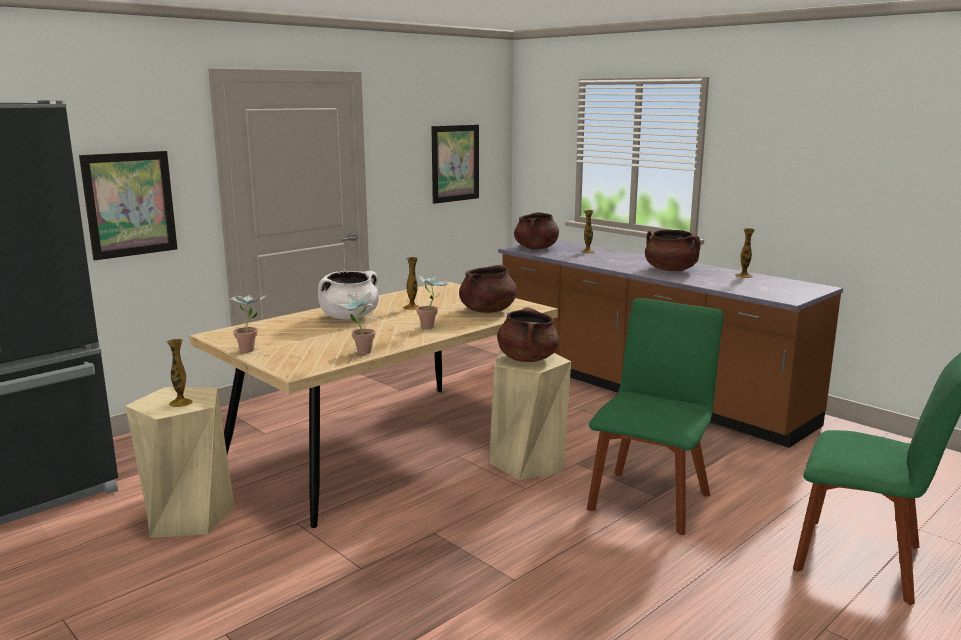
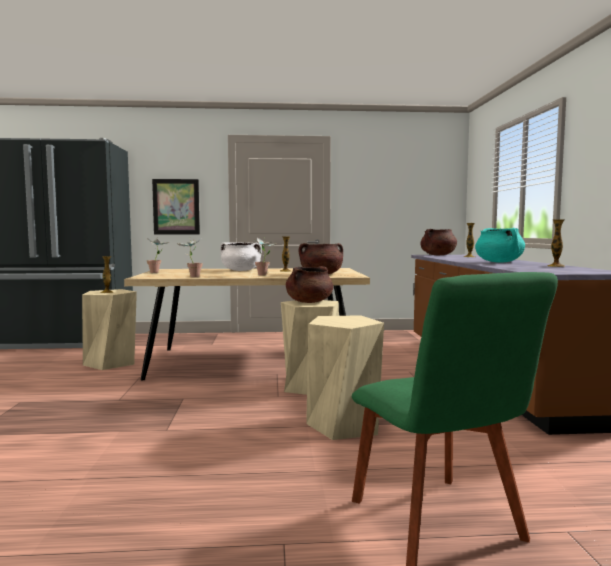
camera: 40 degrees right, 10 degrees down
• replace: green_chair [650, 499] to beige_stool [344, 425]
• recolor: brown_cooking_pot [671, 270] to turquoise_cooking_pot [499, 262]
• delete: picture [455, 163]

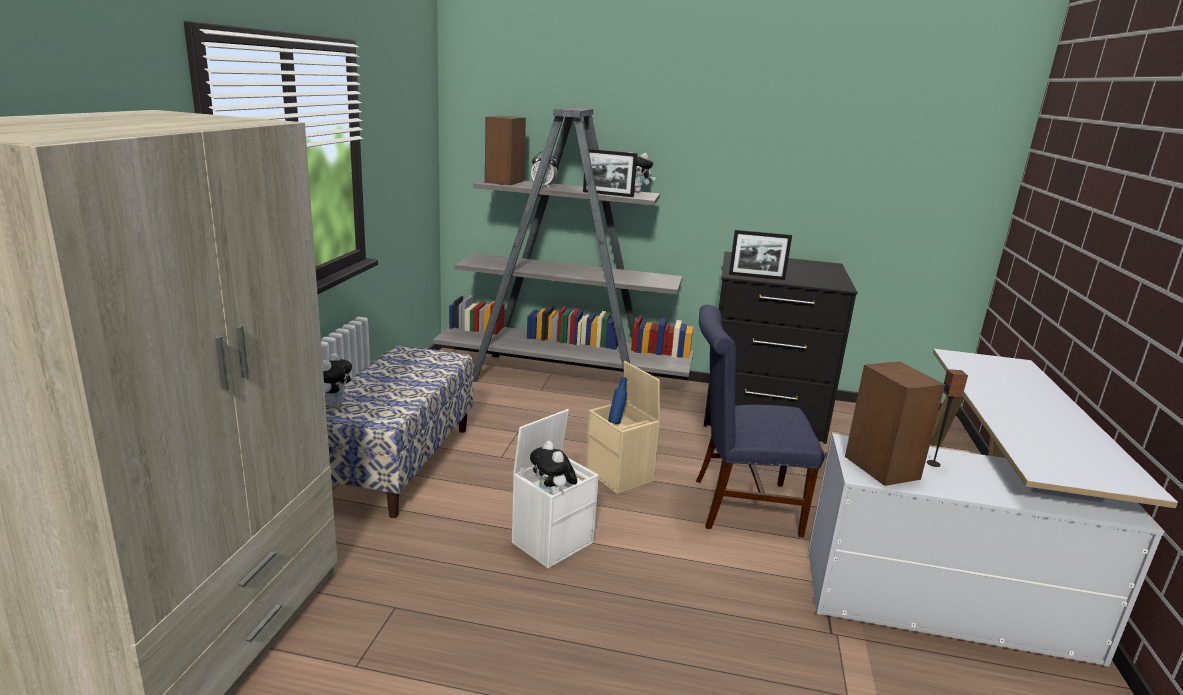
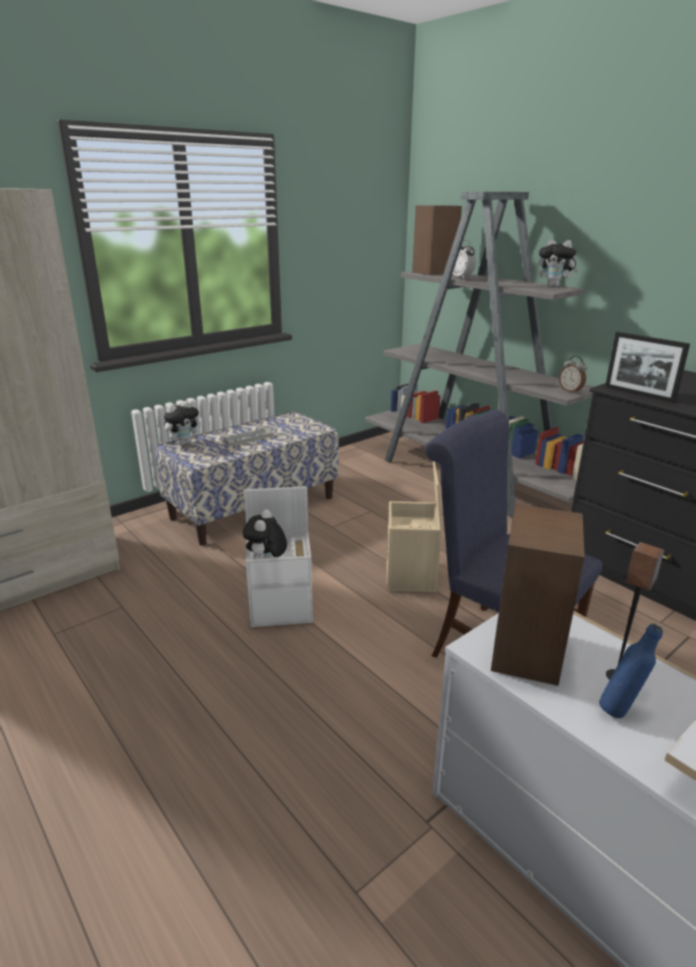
camera: 40 degrees right, 5 degrees up
• insert: grey_tray [247, 439]
• insert: alarm_clock [570, 391]
• move: blue_bottle [616, 422] to [620, 709]
• delete: picture_frame [608, 194]

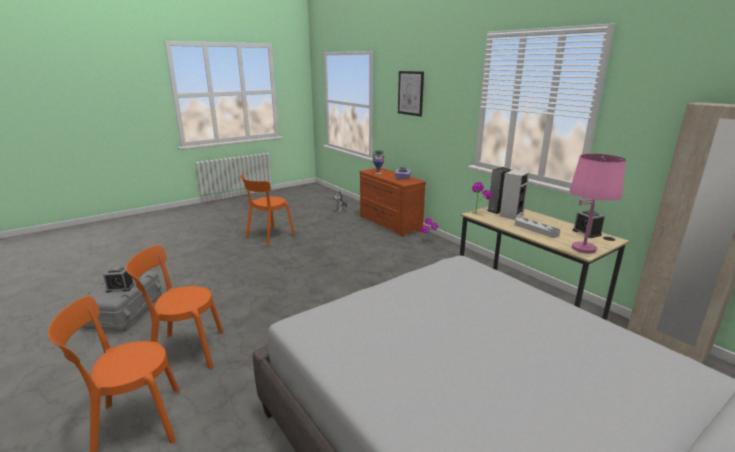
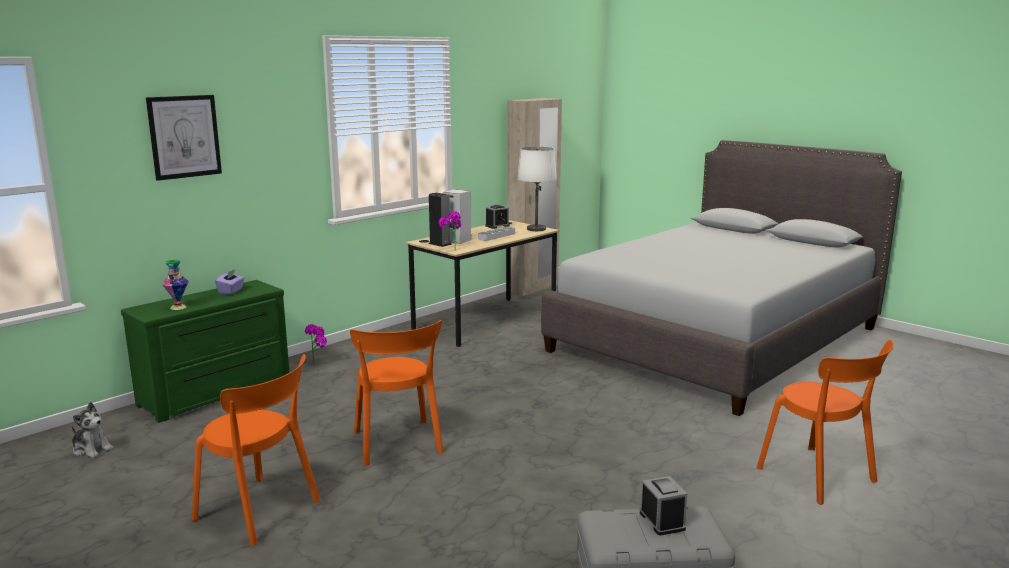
camera: 100 degrees left, 5 degrees down
• recolor: brown_dresser [388, 223] to green_dresser [217, 393]
• move: orange_chair [184, 351] to [398, 445]
• recolor: pink_table_lamp [583, 248] to white_table_lamp [536, 229]

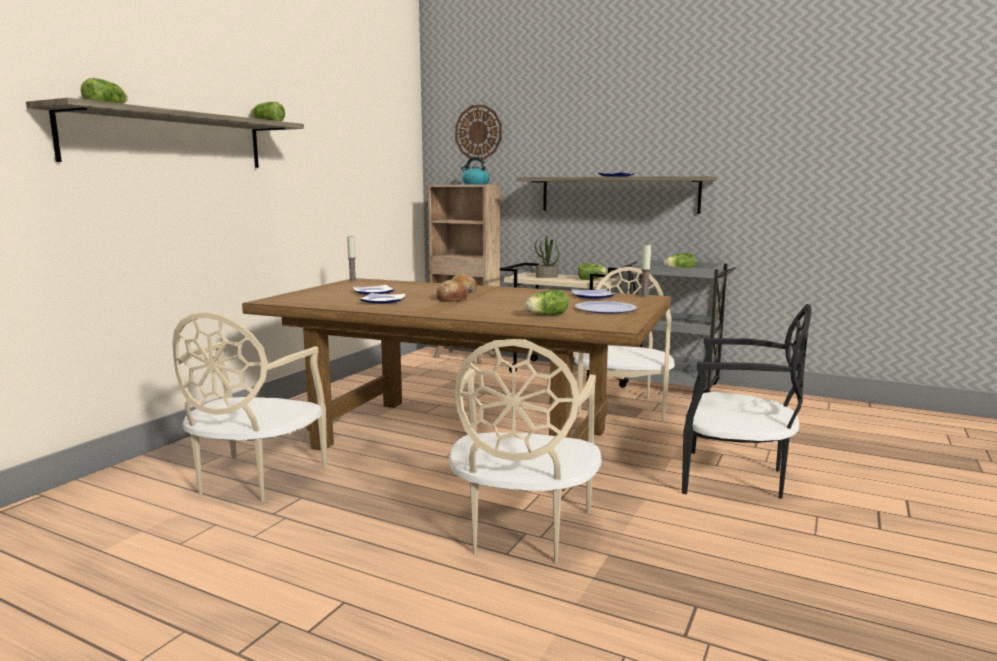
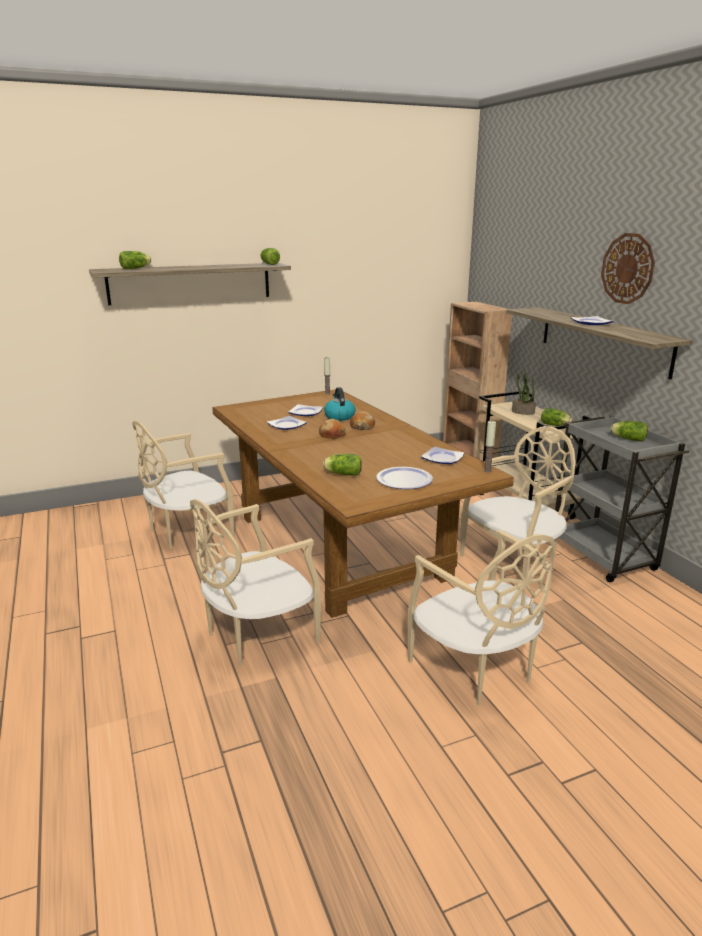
camera: 40 degrees right, 10 degrees up
• move: kettle [475, 184] to [339, 416]
• recolor: black_chair [735, 478] to beige_chair [476, 669]
• move: wall_clock [478, 132] to [628, 268]

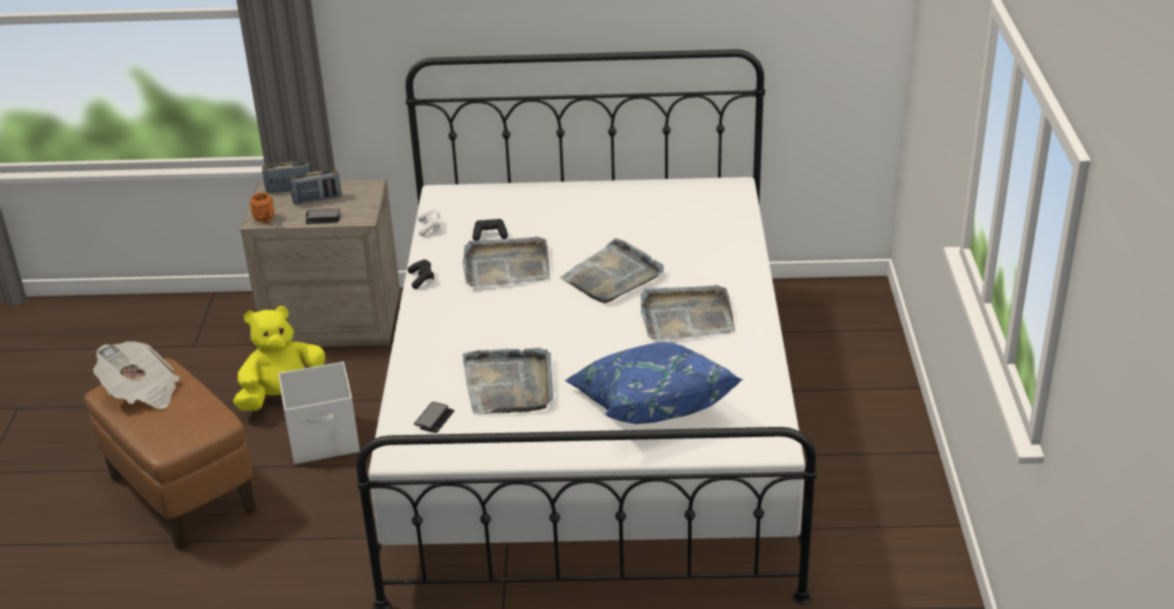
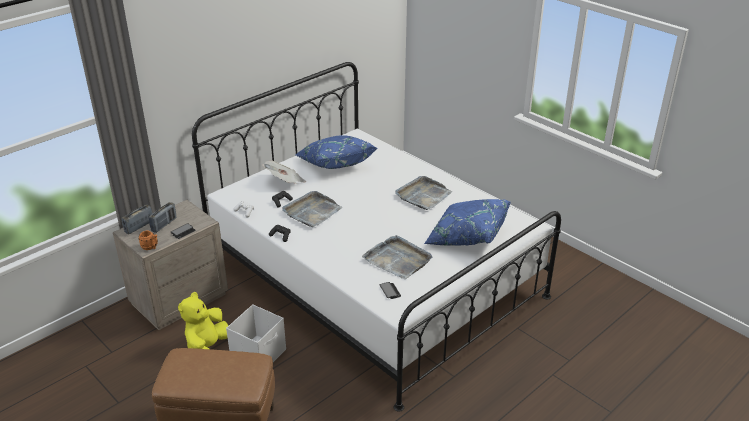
camera: 45 degrees left, 0 degrees up
• move: newspaper [141, 392] to [285, 182]
• insert: blue_pillow [335, 164]
• delete: grey_tray [613, 276]

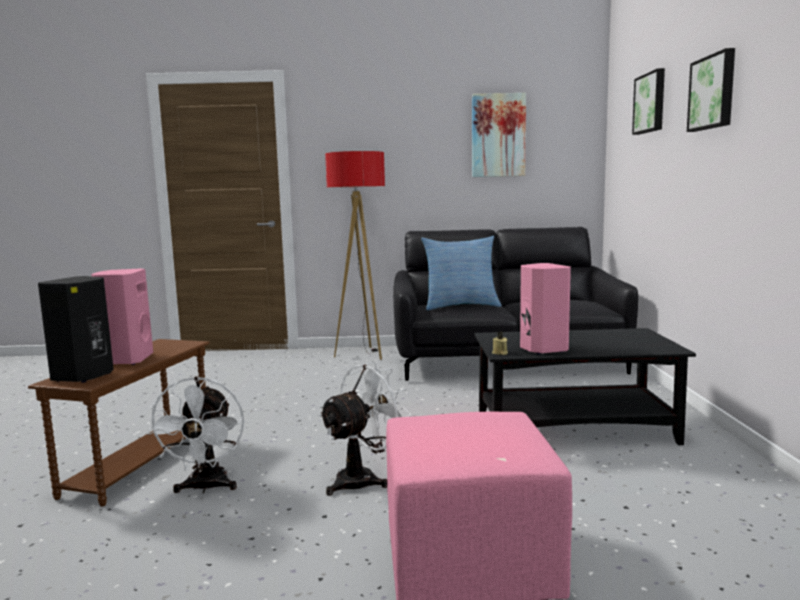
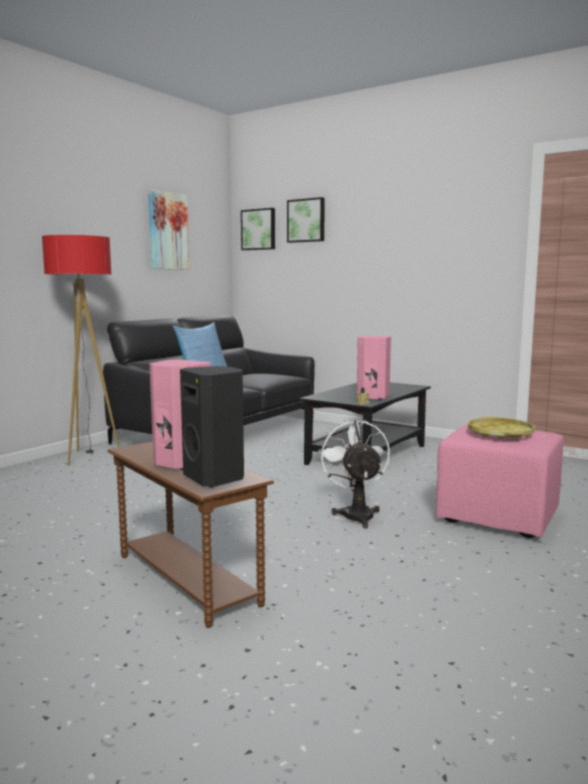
camera: 55 degrees left, 0 degrees up
• move: picture [713, 92] to [259, 229]
• insert: yellow_tray [500, 434]
• delete: white_fan [206, 488]

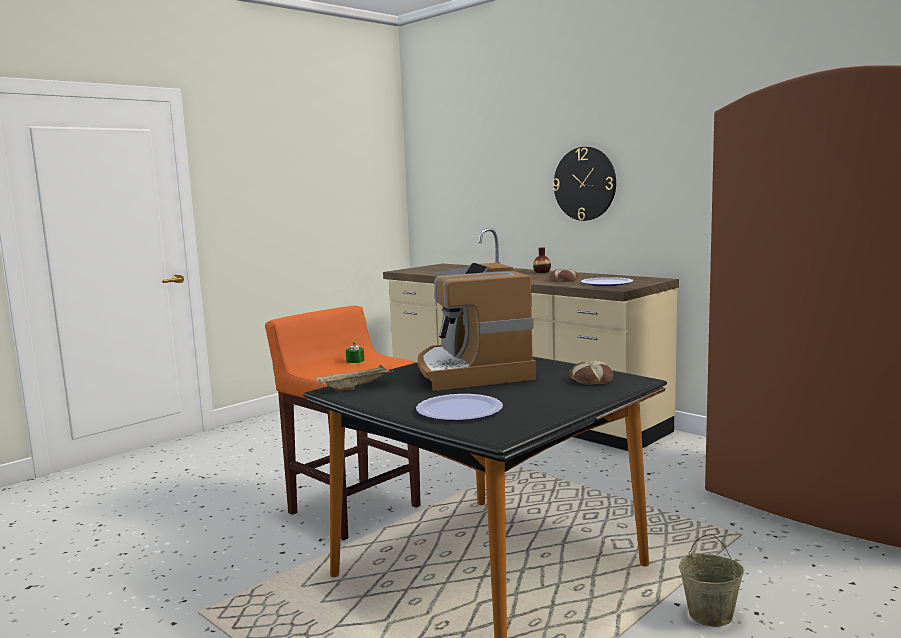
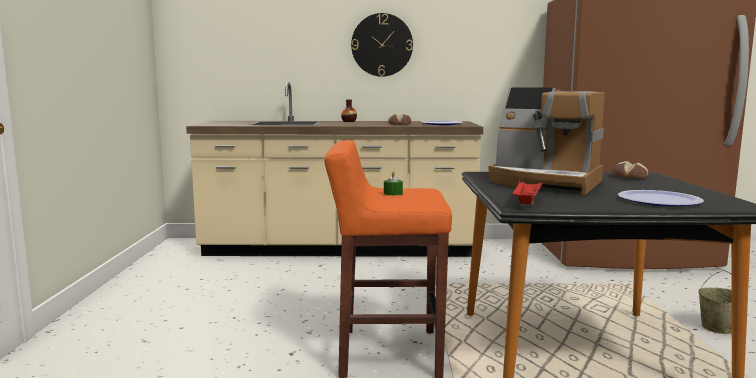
camera: 45 degrees left, 0 degrees up
• recolor: beige_tray [356, 387] to red_tray [526, 202]

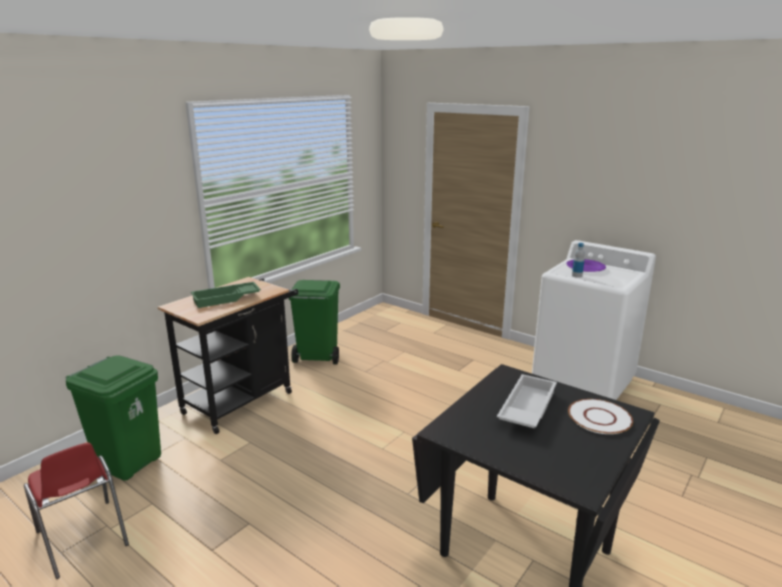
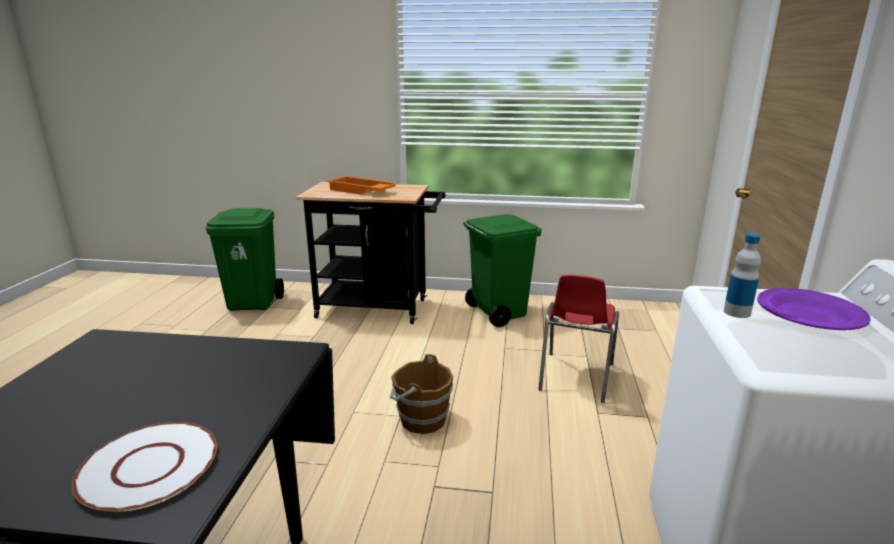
camera: 60 degrees right, 0 degrees up
• recolor: green_tray [226, 299] to orange_tray [361, 191]
• insert: brown_bucket [421, 419]
• move: red_chair [83, 539] to [575, 377]
• delete: white_tray [526, 408]

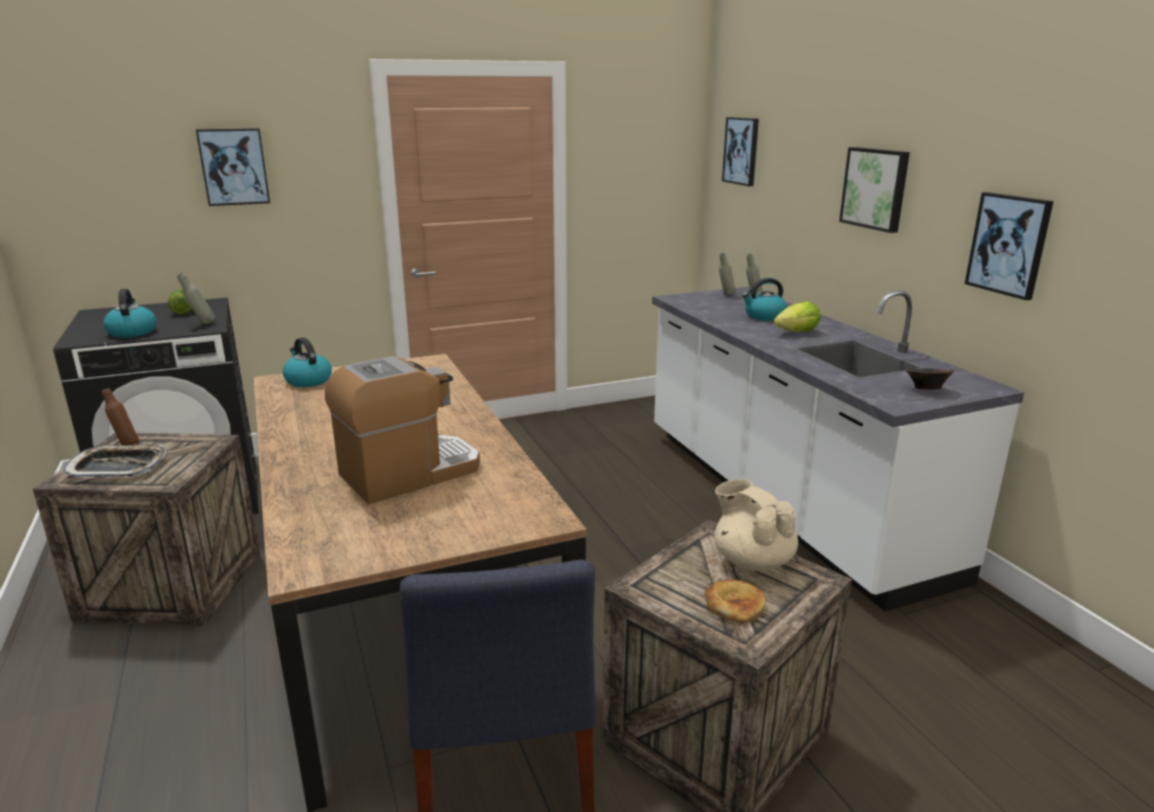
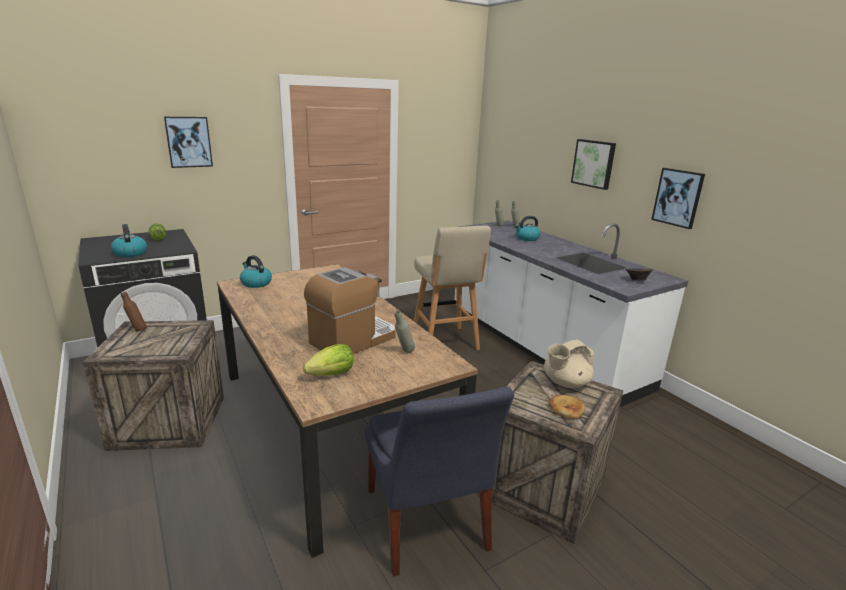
camera: 10 degrees left, 0 degrees up
• move: lettuce [797, 332] to [332, 375]
• move: grey_bottle [201, 324] to [404, 352]
• insert: beige_stool [445, 342]
• rotate: beige_teapot [752, 560] = [565, 383] 75 degrees counterclockwise
• delete: tray [118, 467]
• delete: picture [741, 151]

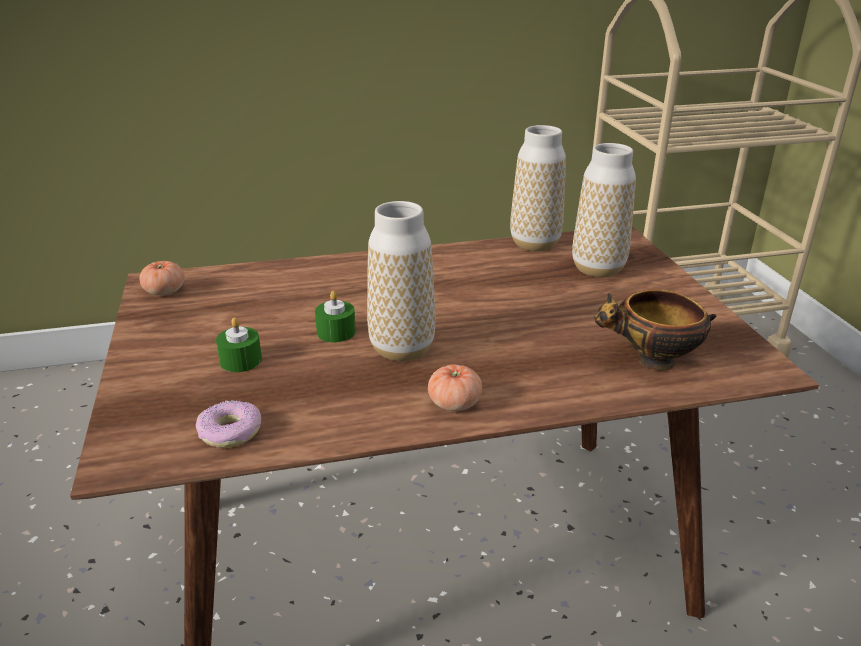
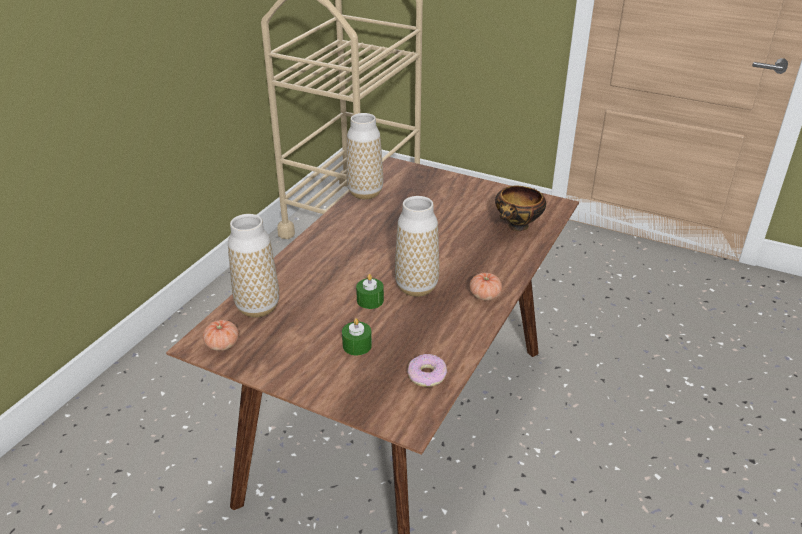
camera: 50 degrees left, 5 degrees up
• move: vase [598, 269] to [258, 307]

